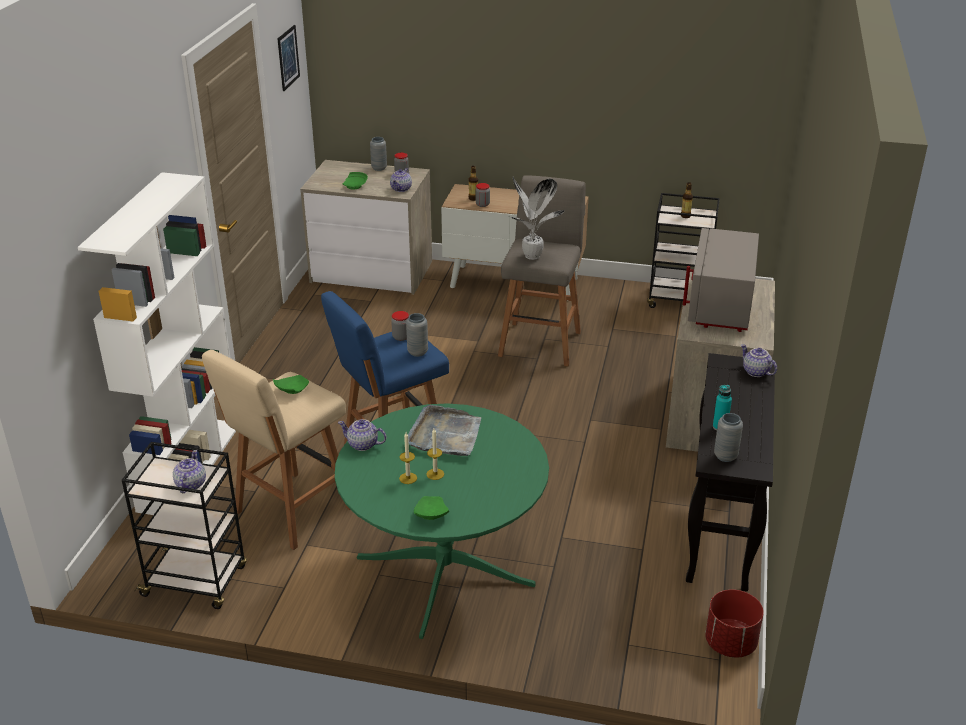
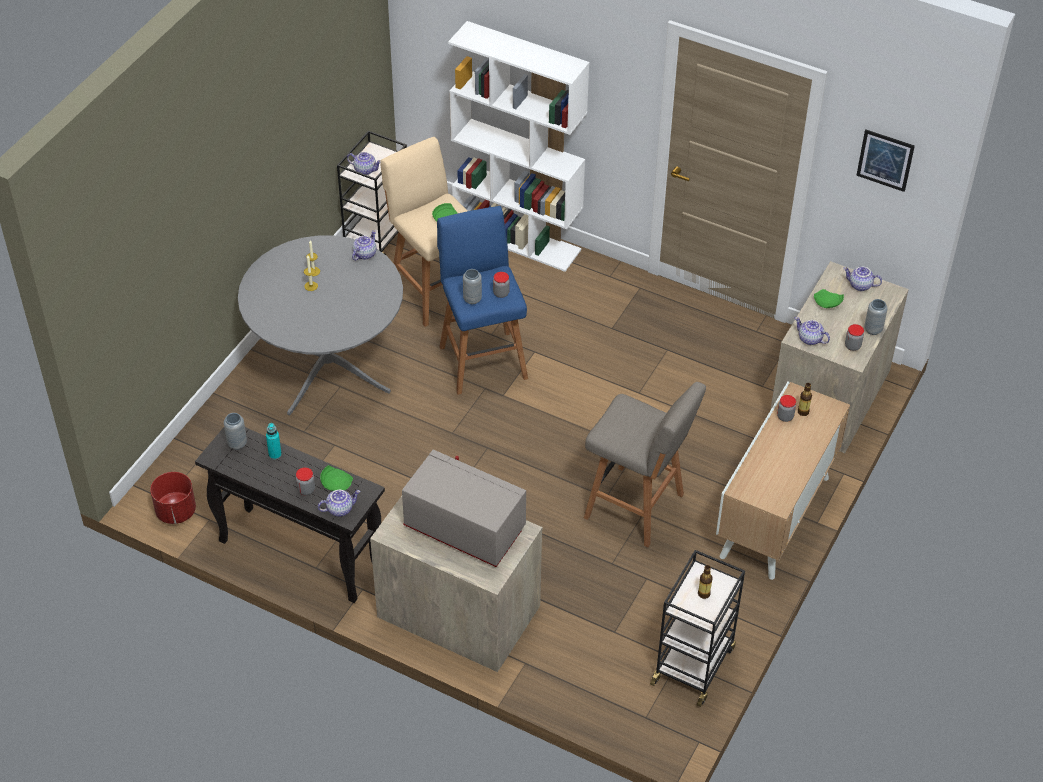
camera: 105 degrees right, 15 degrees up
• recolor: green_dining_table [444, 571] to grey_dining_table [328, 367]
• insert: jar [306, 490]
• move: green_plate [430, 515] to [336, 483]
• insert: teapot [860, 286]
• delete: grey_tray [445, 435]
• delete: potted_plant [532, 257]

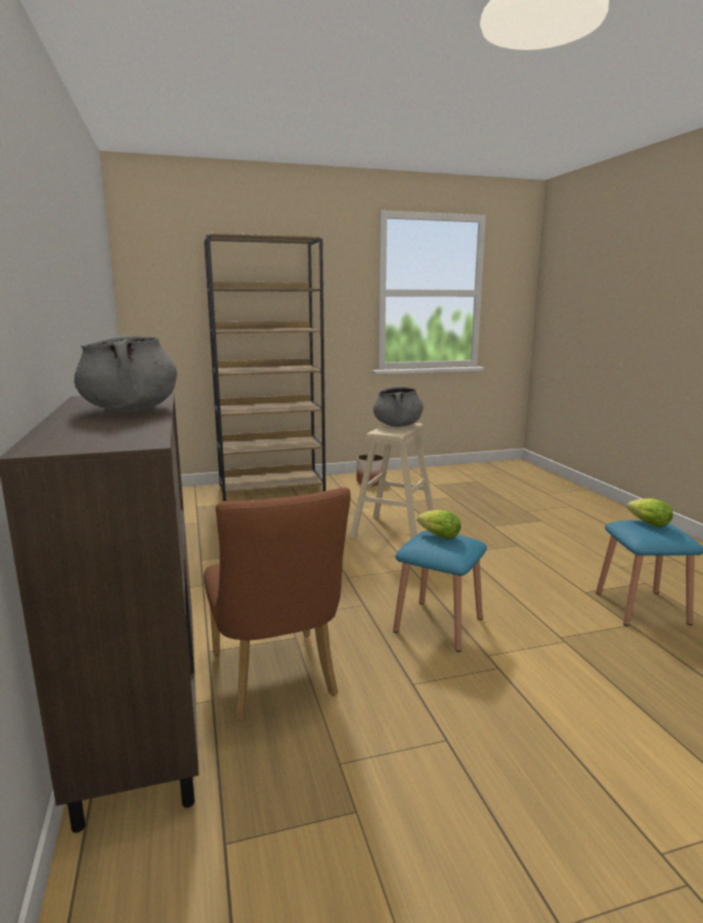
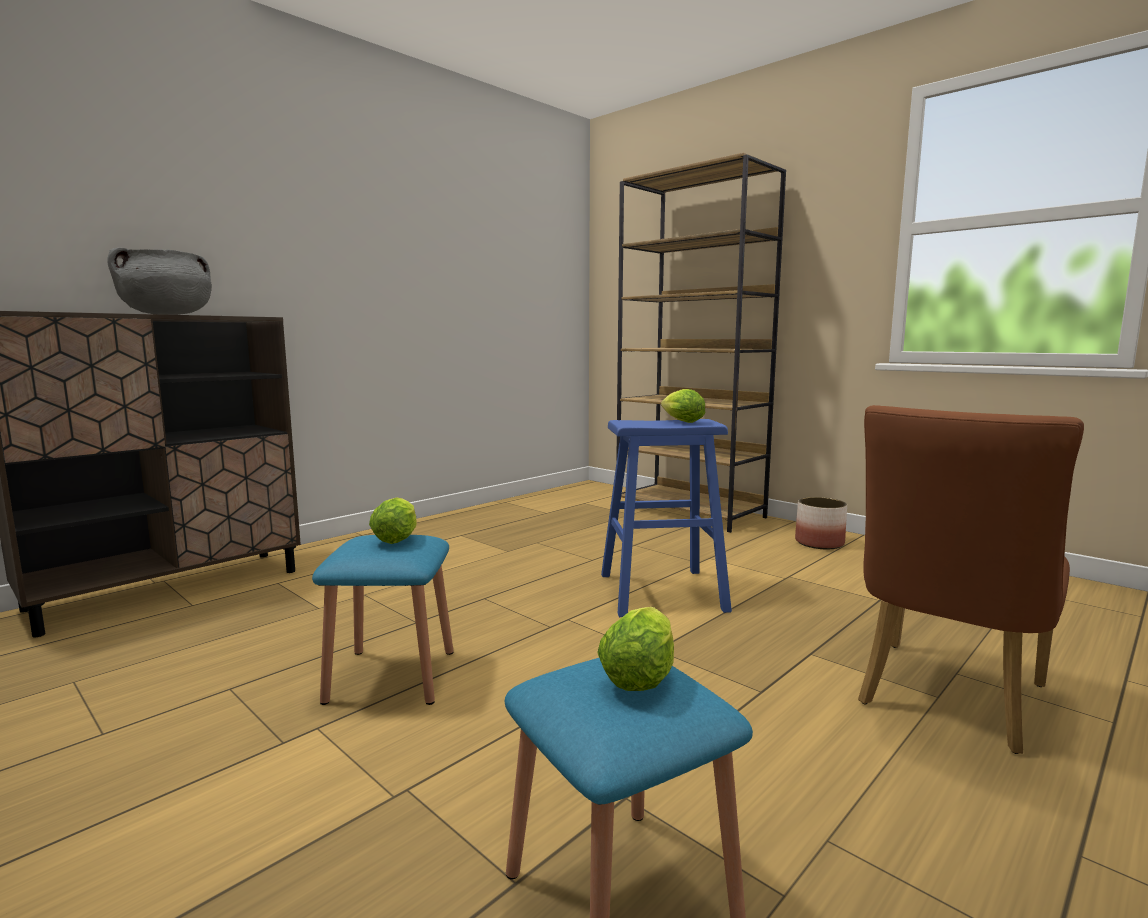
camera: 60 degrees right, 5 degrees down
• recolor: beige_stool [394, 532] to blue_stool [661, 592]
• replace: grey_cooking_pot [397, 425] to lettuce [680, 421]
• move: brown_chair [277, 680] to [946, 700]

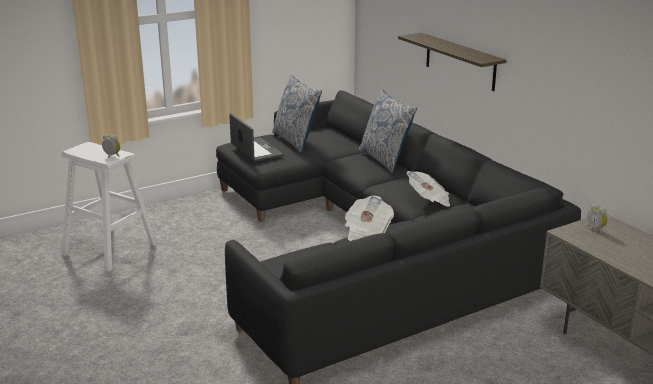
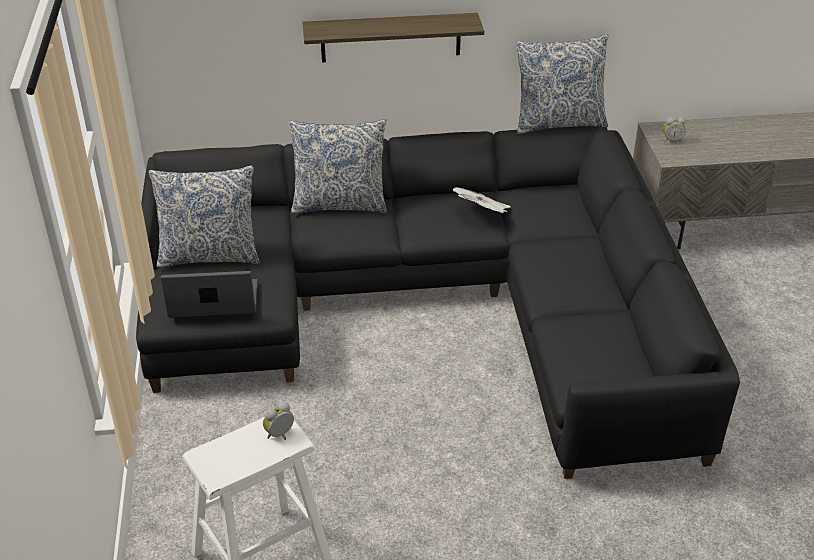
camera: 65 degrees left, 15 degrees up
• insert: pillow [558, 122]
• delete: newspaper [366, 232]

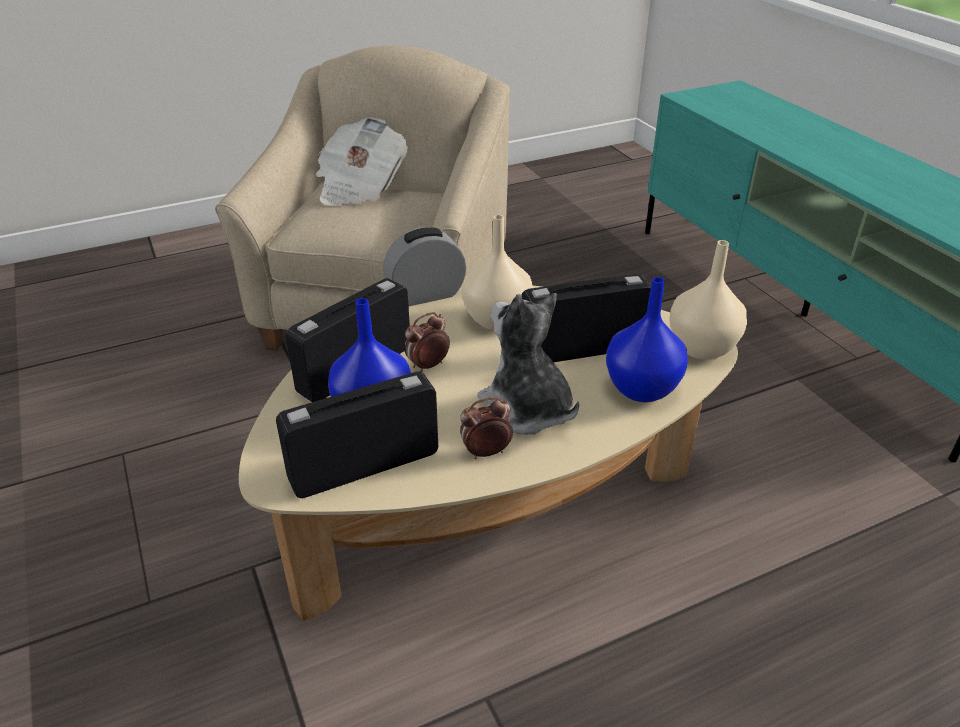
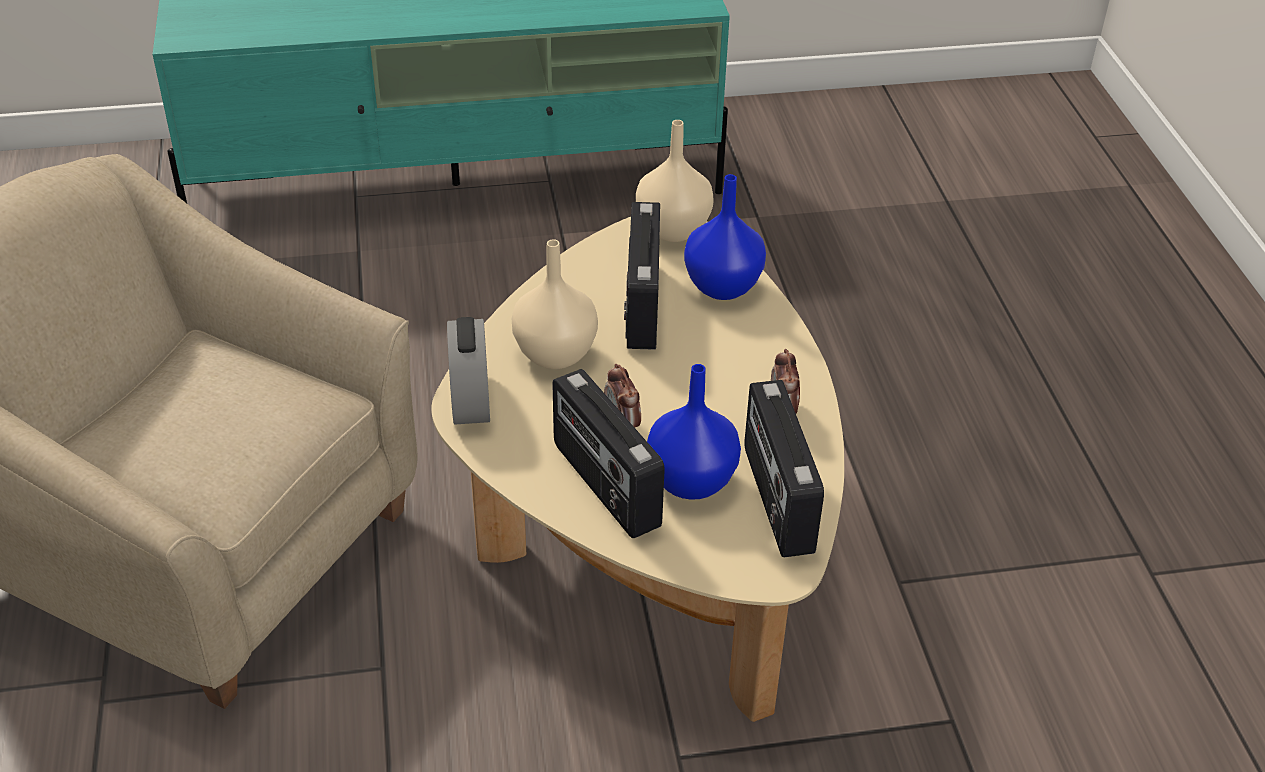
camera: 75 degrees left, 5 degrees up
• delete: newspaper [359, 187]
• delete: plush_toy [527, 409]

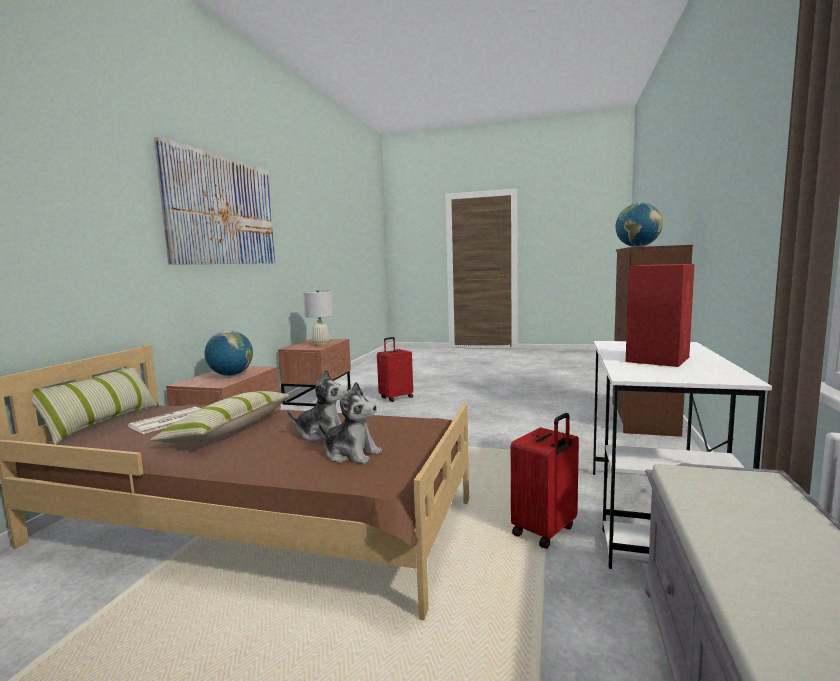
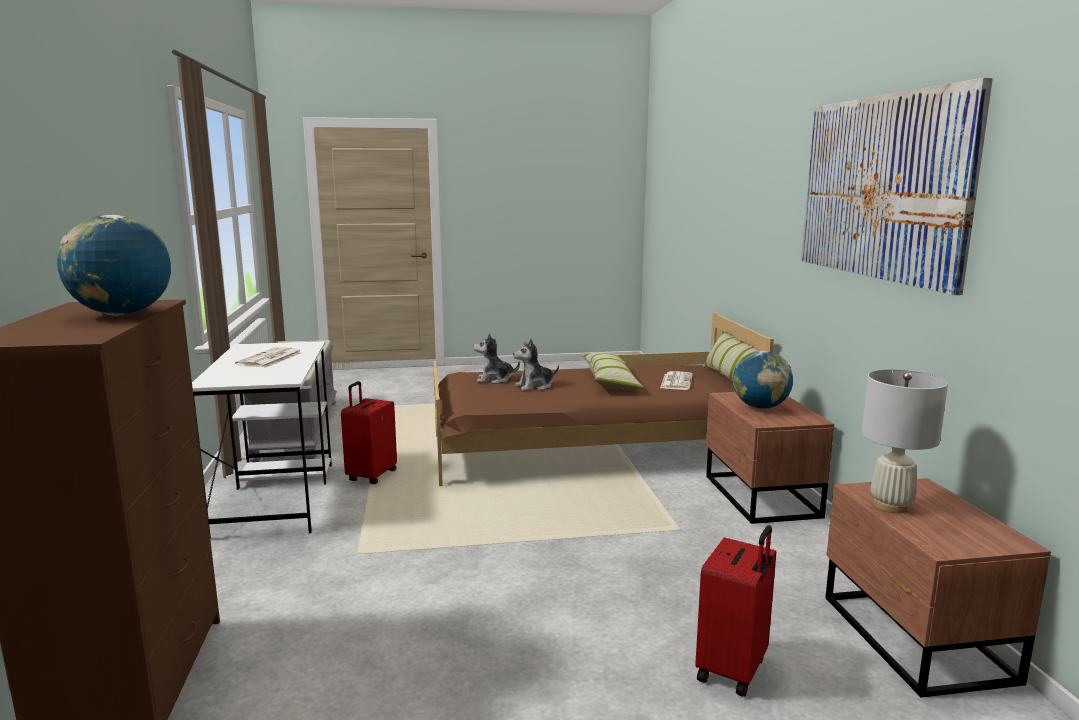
camera: 155 degrees right, 5 degrees up
• replace: red_speaker [658, 359] to newspaper [270, 359]

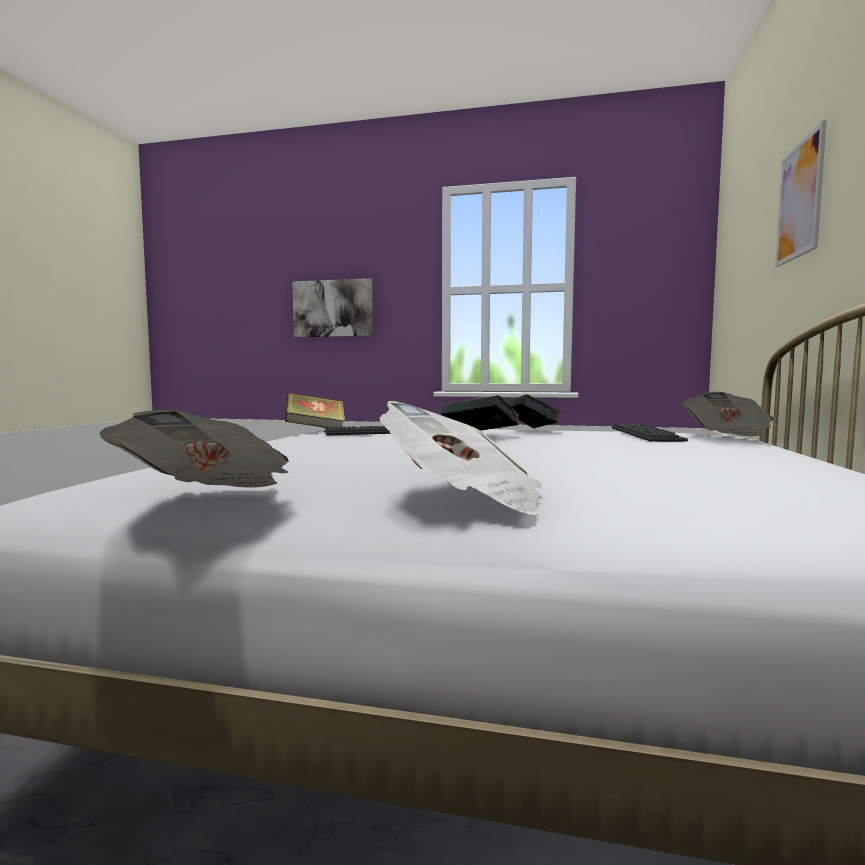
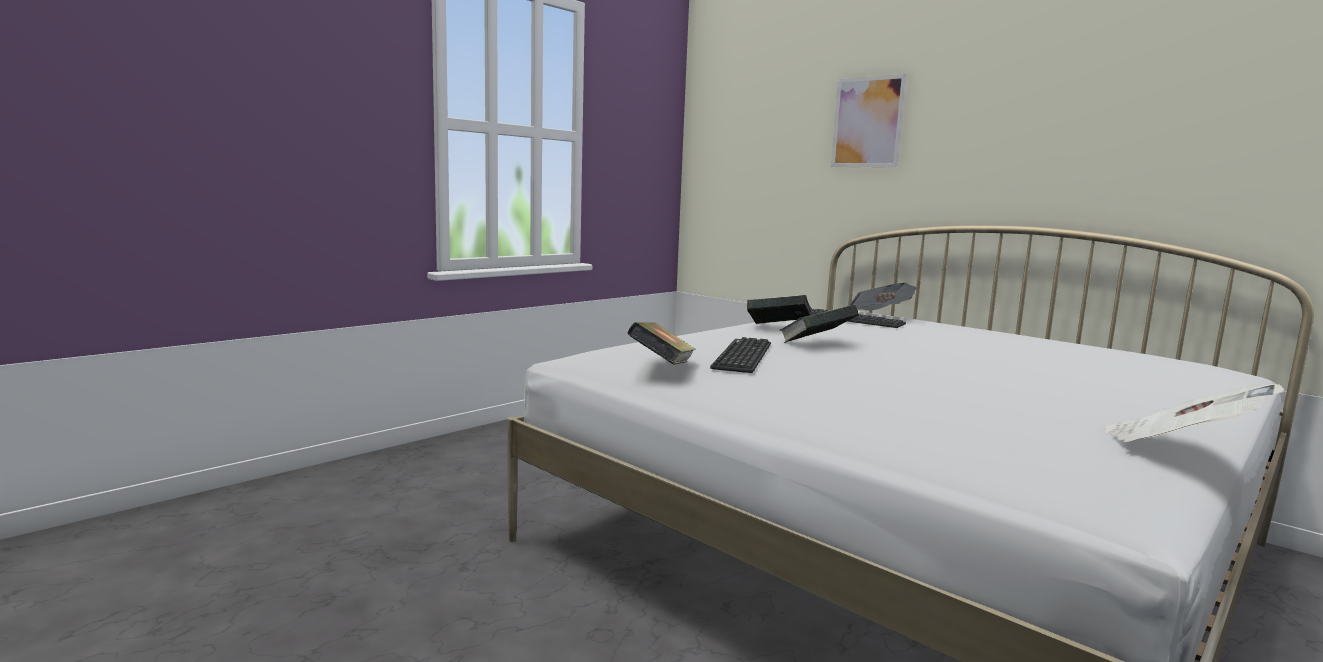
camera: 60 degrees left, 5 degrees up
• delete: picture [333, 308]
• delete: newspaper [465, 500]

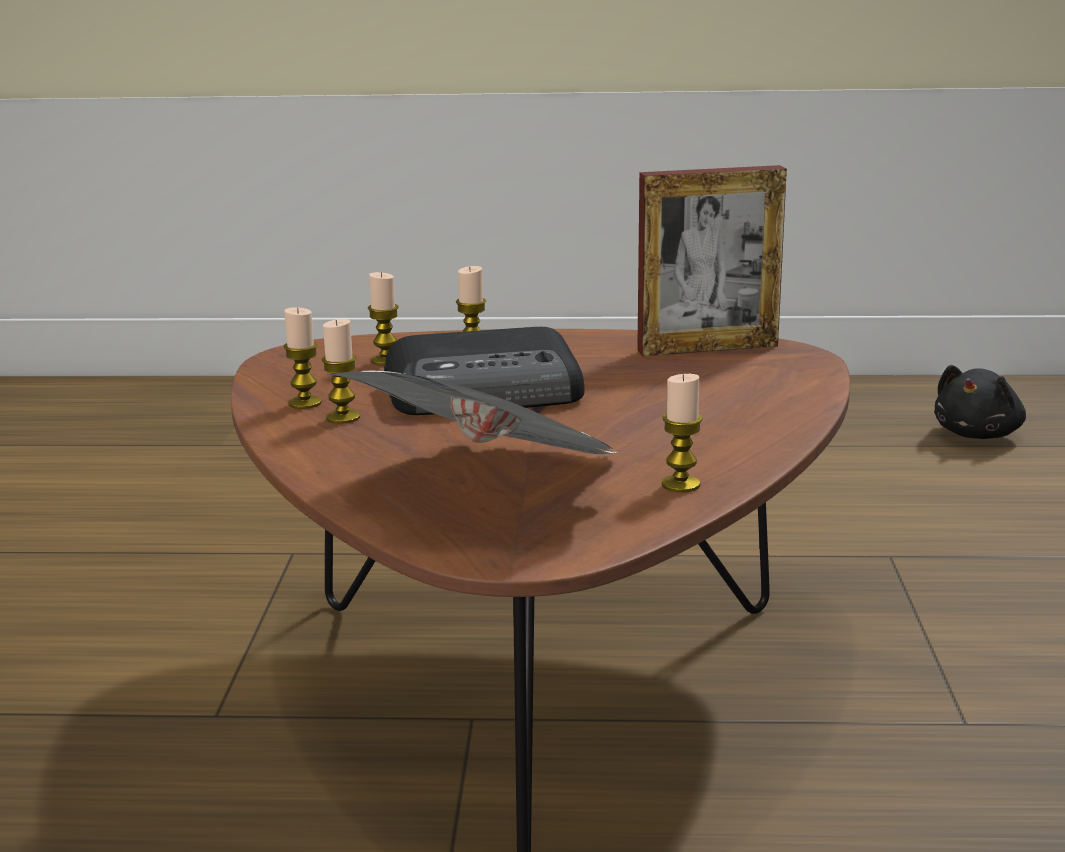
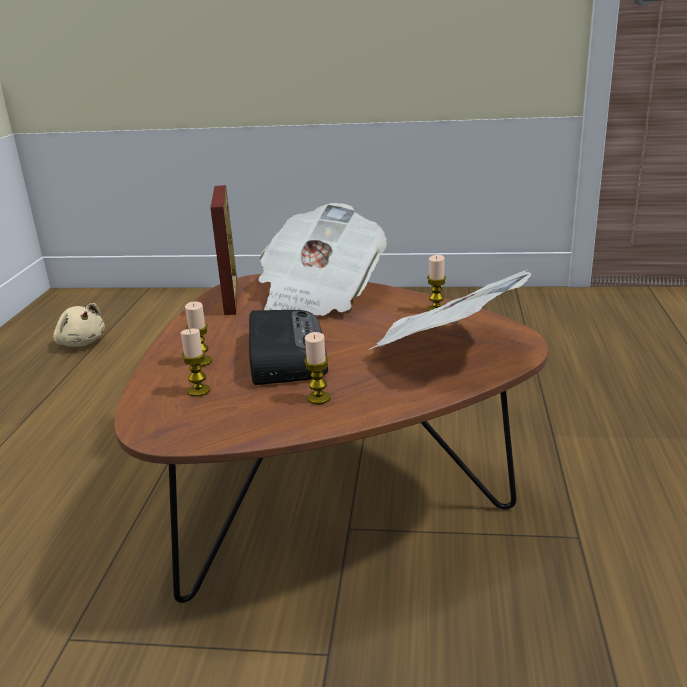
camera: 85 degrees left, 5 degrees up
• recolor: black_plush_toy [978, 434] to beige_plush_toy [81, 342]
• insert: newspaper [318, 296]
• delete: candle [305, 403]

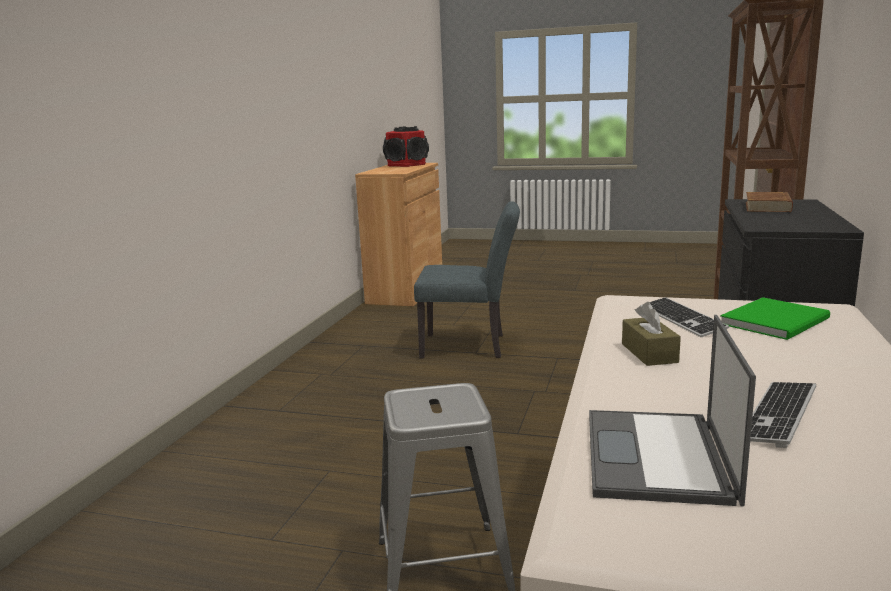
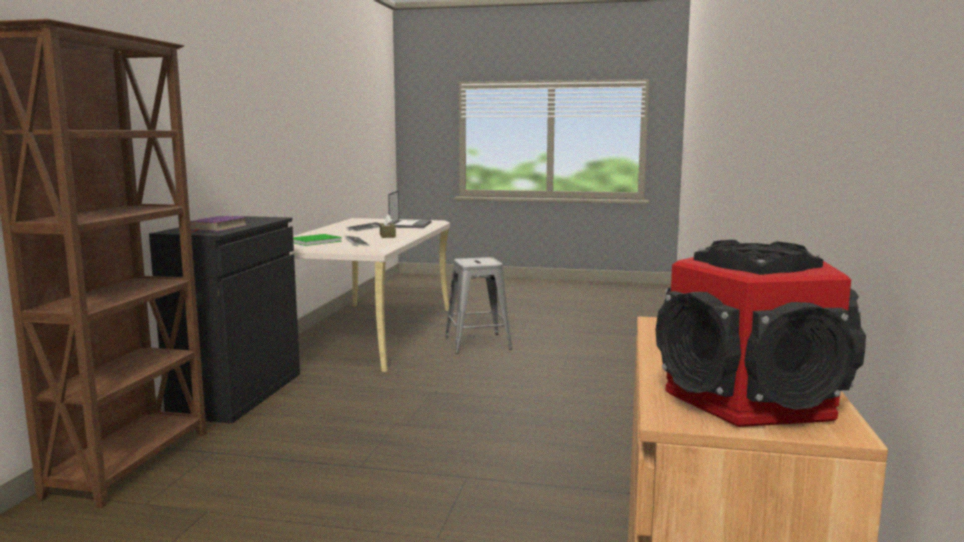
camera: 175 degrees right, 5 degrees down
• recolor: brown_book [768, 207] to purple_book [218, 228]
• delete: grey_chair [471, 346]

